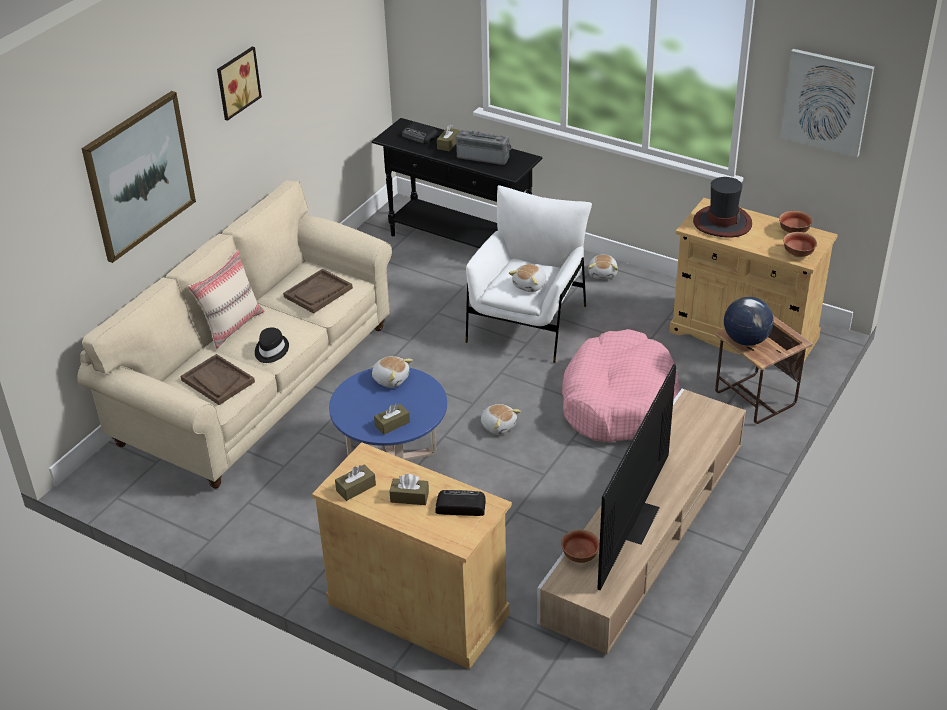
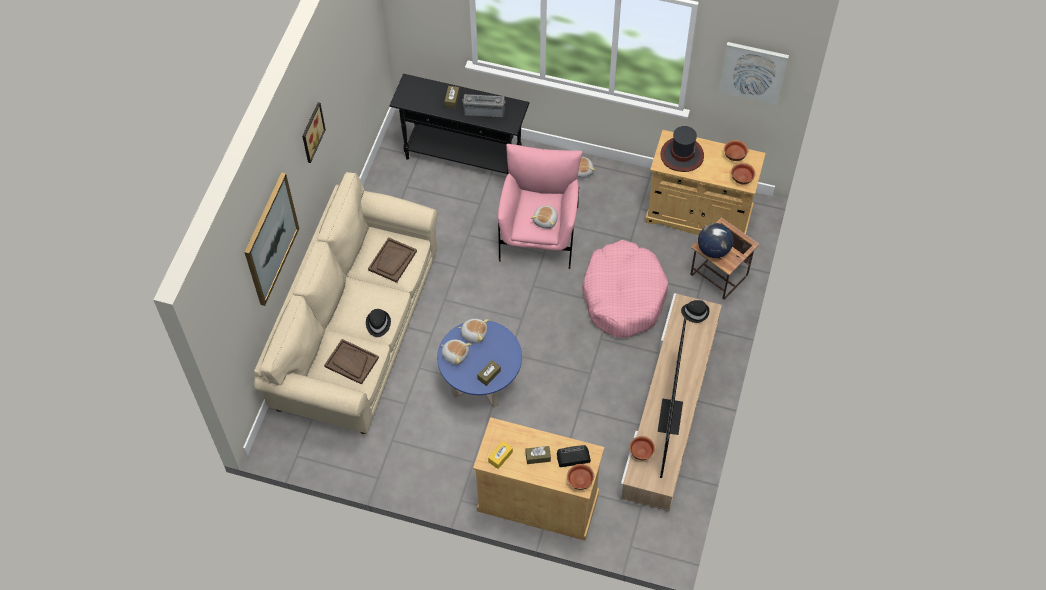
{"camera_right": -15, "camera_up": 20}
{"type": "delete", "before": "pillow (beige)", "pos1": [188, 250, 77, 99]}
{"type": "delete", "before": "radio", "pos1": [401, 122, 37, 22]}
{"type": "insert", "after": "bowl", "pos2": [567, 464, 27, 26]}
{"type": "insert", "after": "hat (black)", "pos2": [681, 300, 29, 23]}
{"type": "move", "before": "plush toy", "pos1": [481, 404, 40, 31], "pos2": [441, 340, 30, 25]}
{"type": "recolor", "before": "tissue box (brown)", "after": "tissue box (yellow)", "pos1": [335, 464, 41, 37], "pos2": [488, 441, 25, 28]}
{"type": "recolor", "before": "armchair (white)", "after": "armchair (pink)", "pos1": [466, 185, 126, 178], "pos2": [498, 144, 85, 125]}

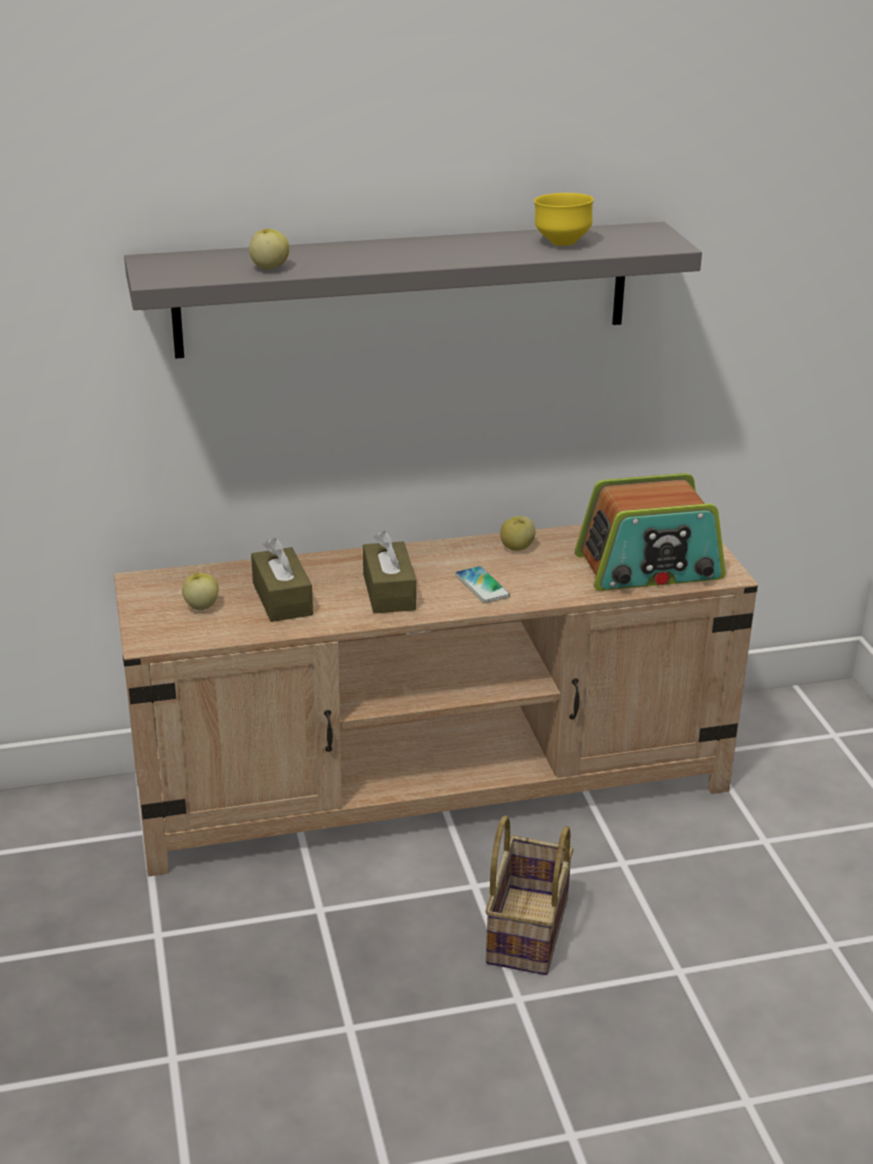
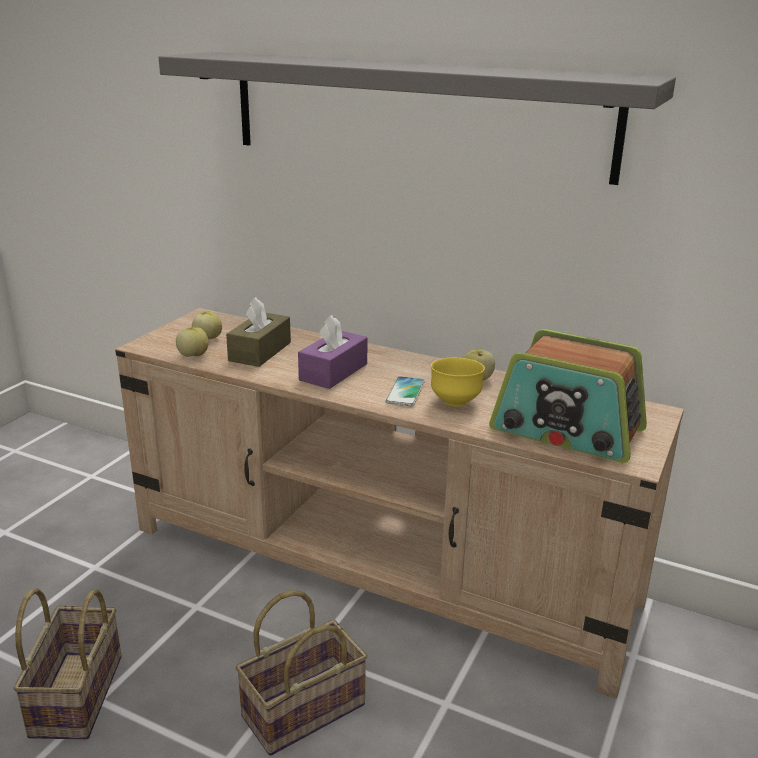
{"camera_right": 40, "camera_up": -5}
{"type": "insert", "after": "basket", "pos2": [14, 588, 108, 151]}
{"type": "move", "before": "apple", "pos1": [249, 229, 40, 41], "pos2": [176, 327, 33, 30]}
{"type": "move", "before": "bowl (yellow)", "pos1": [534, 193, 60, 53], "pos2": [431, 358, 54, 49]}
{"type": "recolor", "before": "tissue box (brown)", "after": "tissue box (purple)", "pos1": [363, 531, 53, 82], "pos2": [298, 315, 70, 74]}

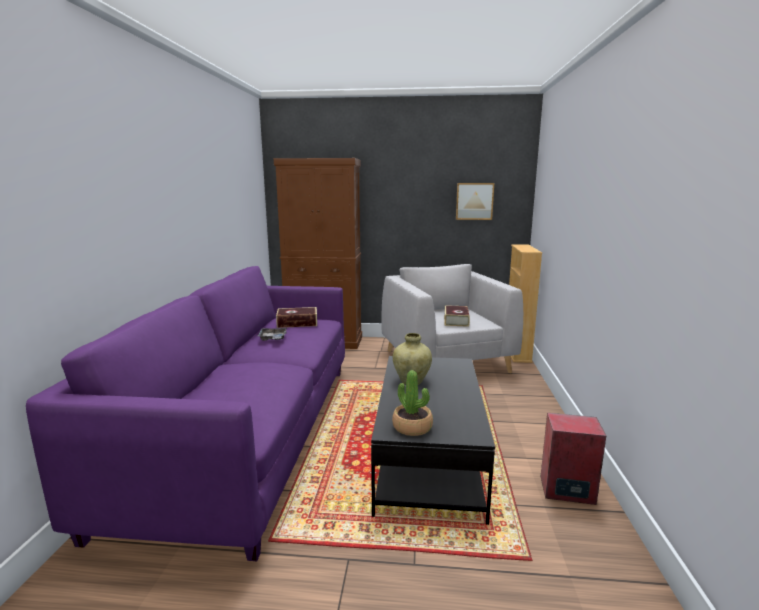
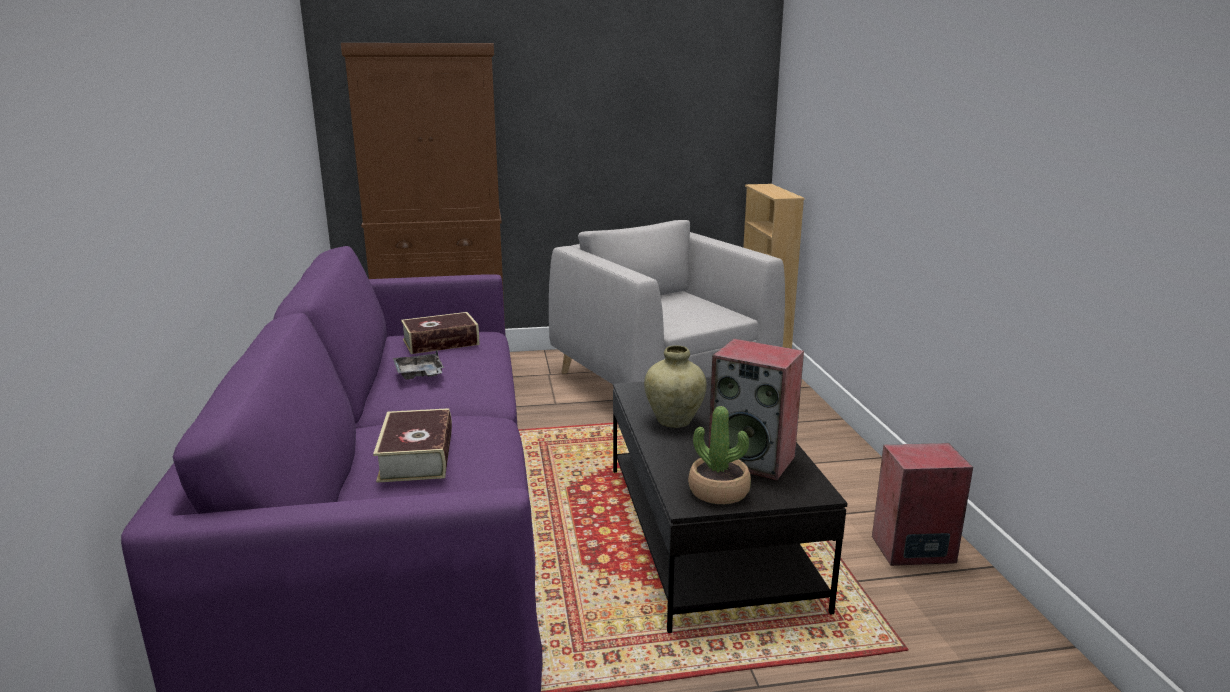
{"camera_right": -15, "camera_up": 5}
{"type": "delete", "before": "picture", "pos1": [456, 183, 38, 37]}
{"type": "insert", "after": "speaker", "pos2": [708, 339, 96, 142]}
{"type": "move", "before": "book", "pos1": [444, 305, 26, 22], "pos2": [373, 408, 79, 75]}

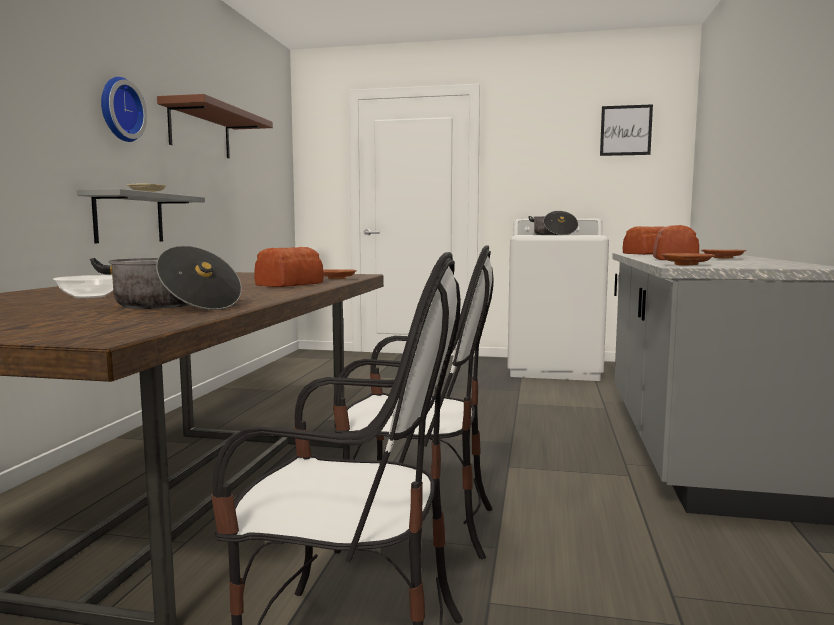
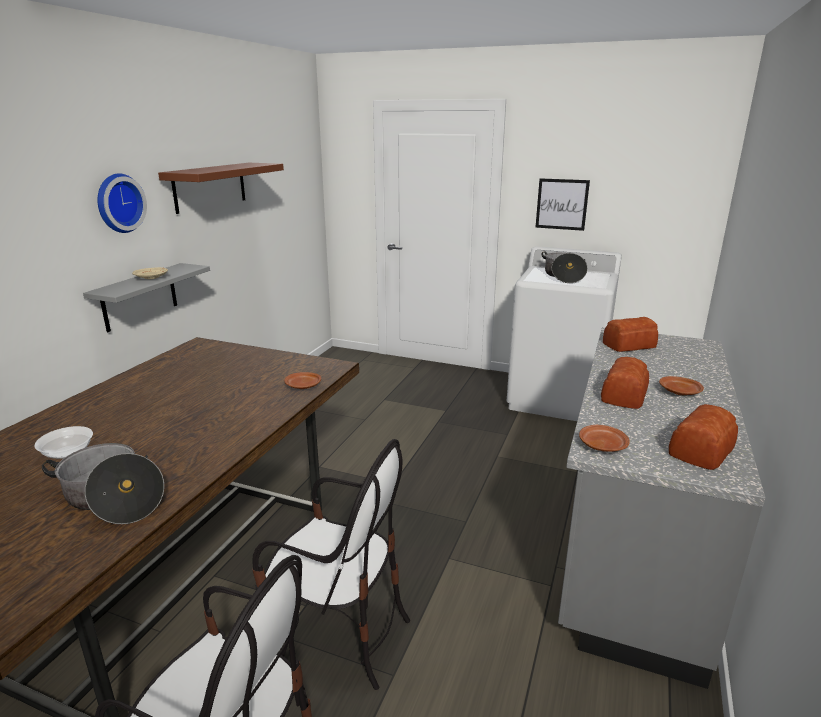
{"camera_right": 10, "camera_up": 15}
{"type": "move", "before": "bread", "pos1": [254, 247, 70, 40], "pos2": [669, 404, 69, 66]}
{"type": "move", "before": "picture", "pos1": [600, 104, 53, 52], "pos2": [535, 178, 55, 53]}

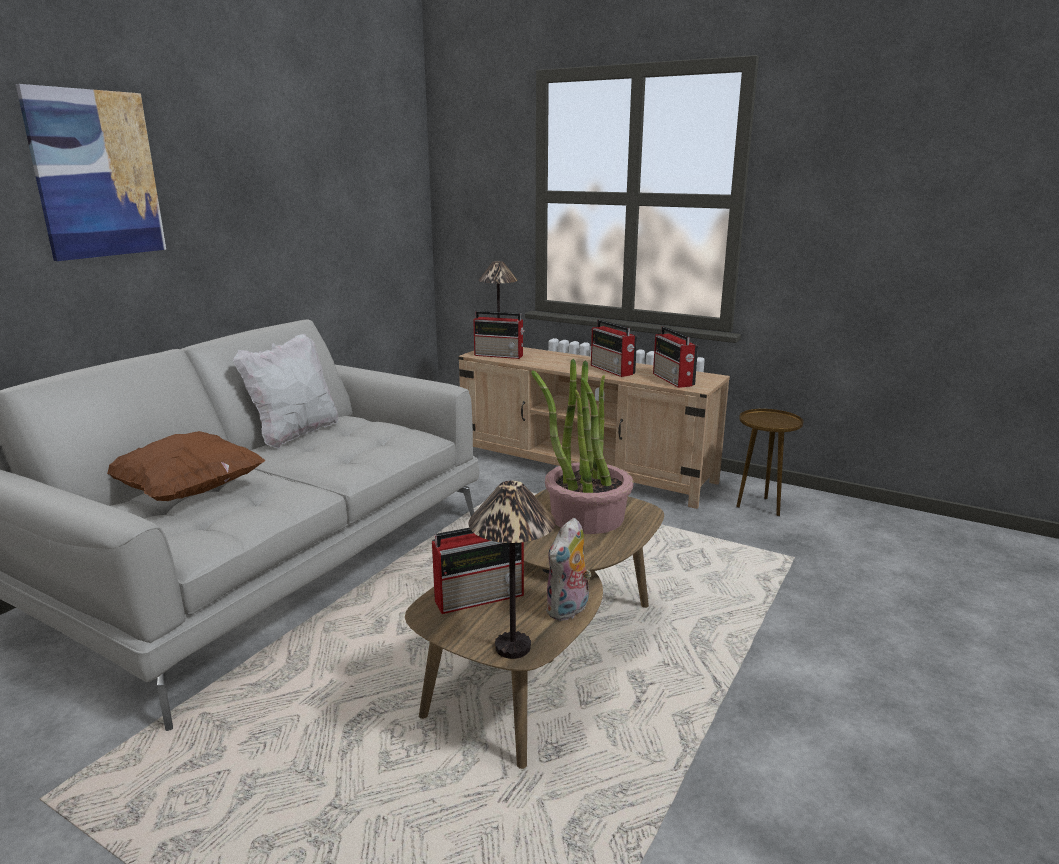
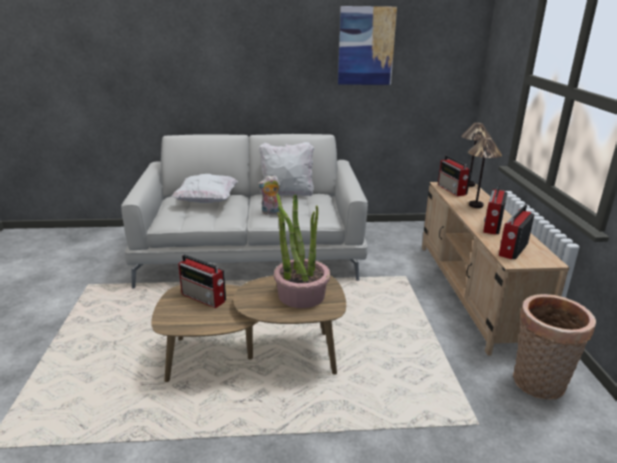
{"camera_right": 55, "camera_up": 5}
{"type": "move", "before": "picture", "pos1": [16, 84, 150, 177], "pos2": [338, 6, 59, 79]}
{"type": "move", "before": "table lamp", "pos1": [468, 481, 88, 178], "pos2": [468, 137, 34, 71]}
{"type": "move", "before": "plush toy", "pos1": [546, 518, 45, 103], "pos2": [258, 175, 24, 41]}
{"type": "replace", "before": "side table (brown)", "after": "basket", "pos1": [736, 409, 67, 107], "pos2": [513, 294, 83, 106]}
{"type": "recolor", "before": "pillow (brown)", "after": "pillow (white)", "pos1": [107, 431, 158, 70], "pos2": [172, 174, 66, 29]}

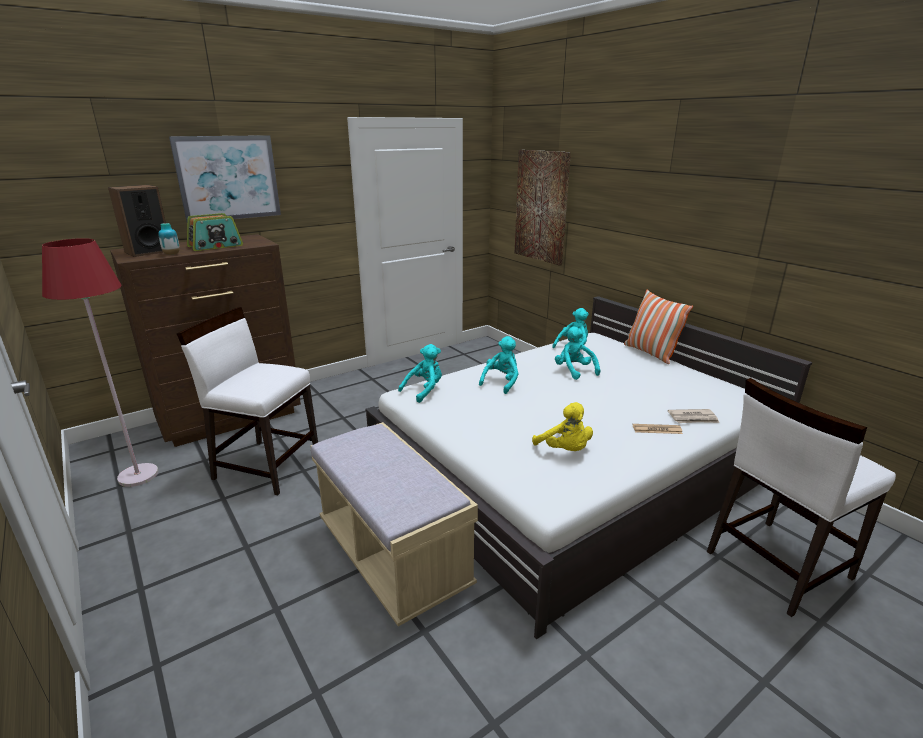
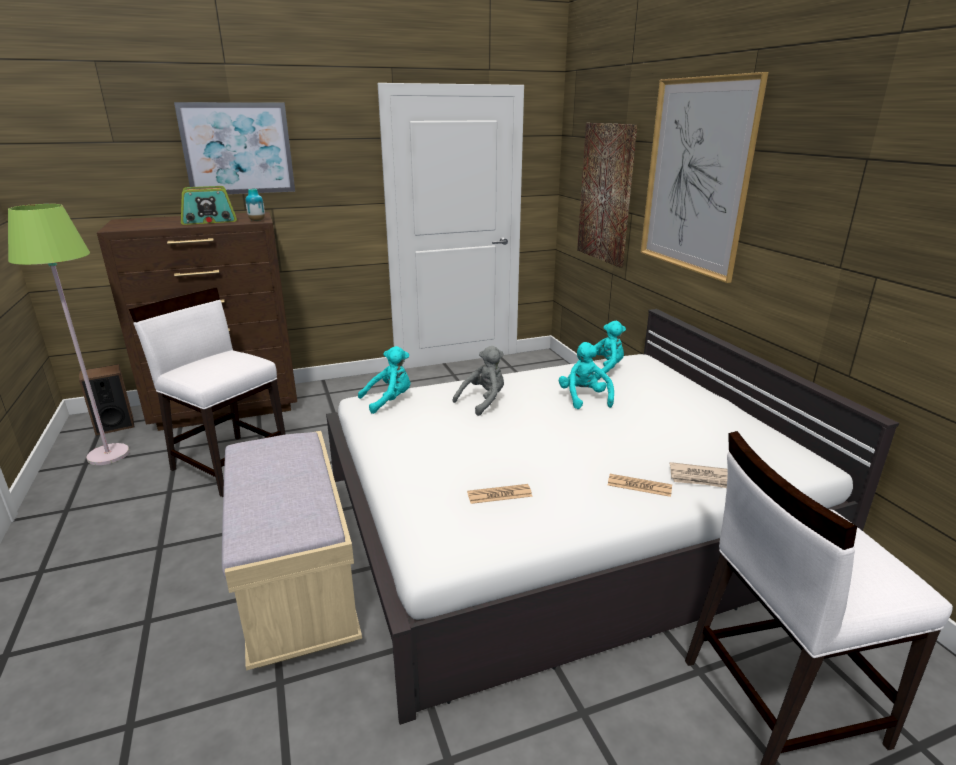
{"camera_right": 15, "camera_up": 0}
{"type": "delete", "before": "pillow", "pos1": [624, 289, 69, 75]}
{"type": "insert", "after": "picture", "pos2": [641, 72, 128, 211]}
{"type": "move", "before": "speaker", "pos1": [108, 185, 58, 72], "pos2": [79, 364, 56, 71]}
{"type": "move", "before": "vase", "pos1": [158, 223, 22, 32], "pos2": [246, 189, 19, 32]}
{"type": "replace", "before": "plush toy (yellow)", "after": "newspaper", "pos1": [532, 402, 61, 49], "pos2": [467, 484, 65, 20]}
{"type": "recolor", "before": "floor lamp (red)", "after": "floor lamp (green)", "pos1": [42, 238, 116, 249], "pos2": [8, 204, 122, 261]}
{"type": "recolor", "before": "plush toy (turquoise)", "after": "plush toy (grey)", "pos1": [479, 336, 39, 58], "pos2": [452, 346, 52, 70]}

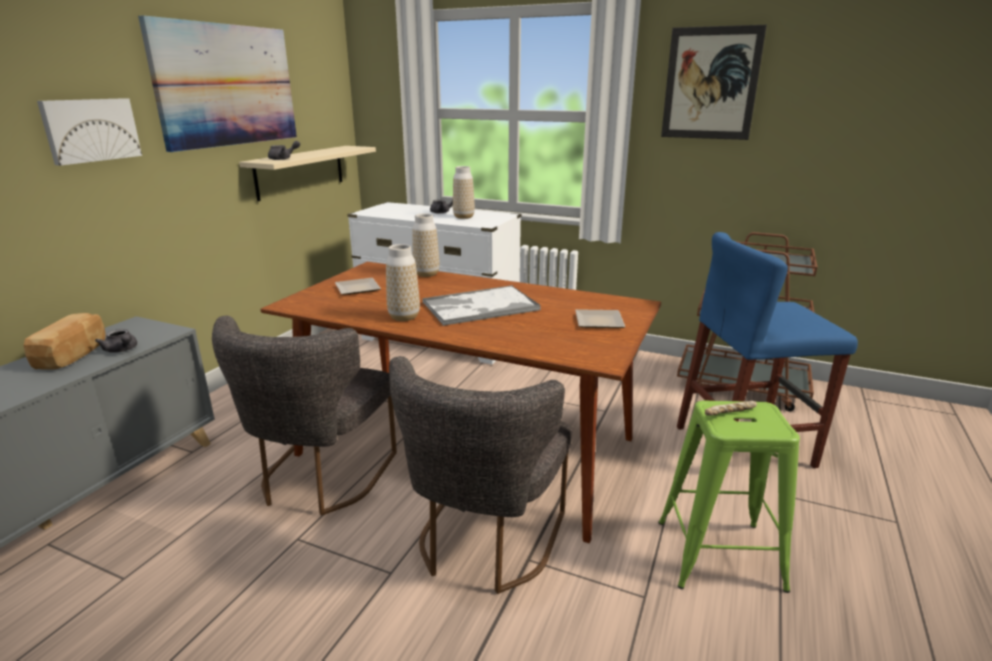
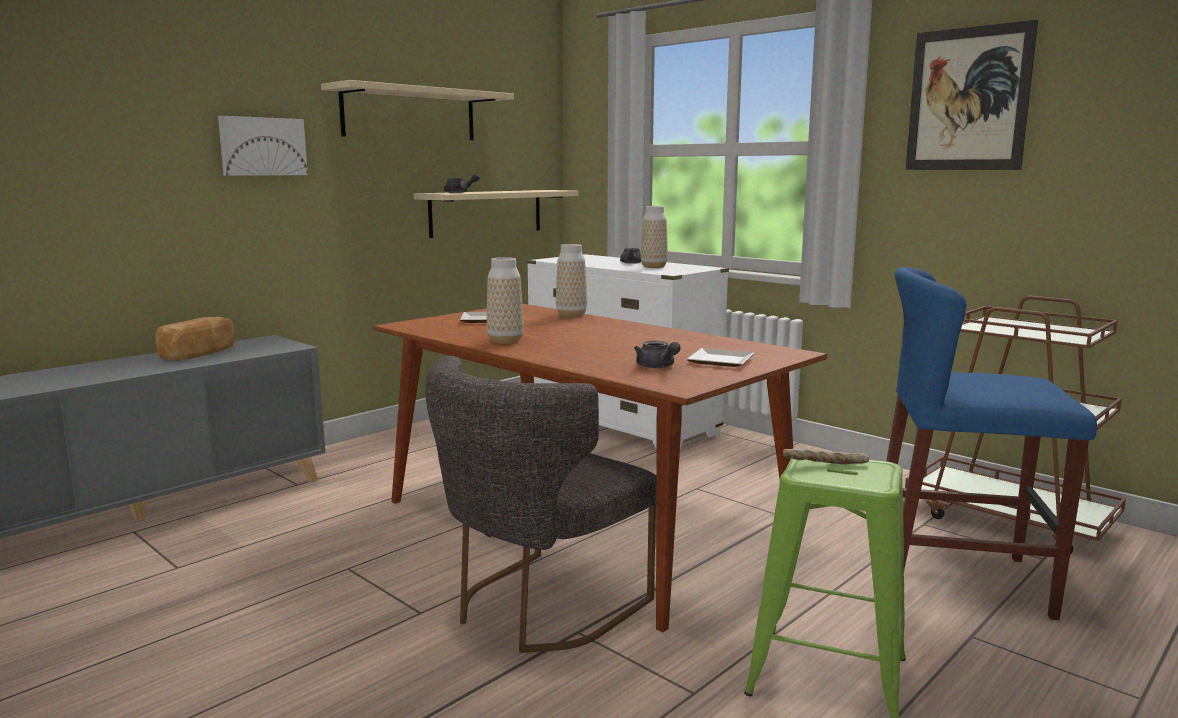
{"camera_right": 20, "camera_up": -10}
{"type": "delete", "before": "chair (grey)", "pos1": [212, 316, 185, 200]}
{"type": "delete", "before": "tray", "pos1": [422, 285, 118, 41]}
{"type": "move", "before": "teapot (grey)", "pos1": [95, 329, 42, 24], "pos2": [634, 341, 47, 27]}
{"type": "replace", "before": "picture", "after": "shelf (beige)", "pos1": [138, 15, 159, 137], "pos2": [321, 80, 193, 60]}

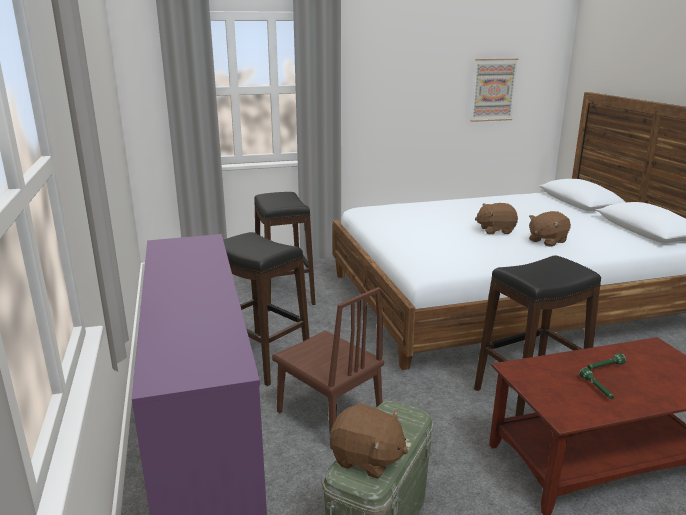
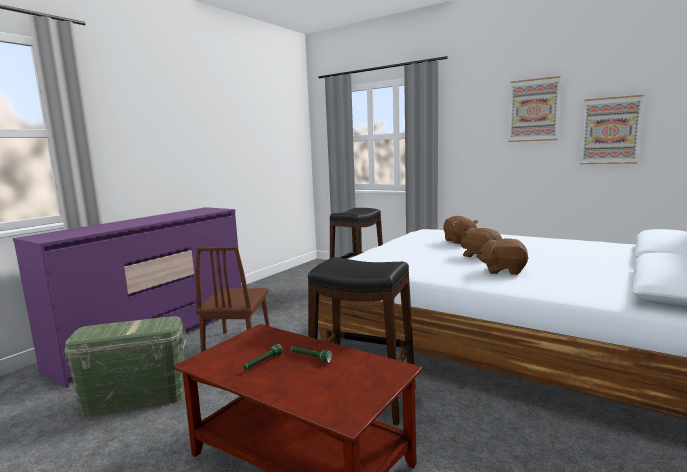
{"camera_right": 50, "camera_up": -10}
{"type": "delete", "before": "stool (black)", "pos1": [223, 232, 86, 154]}
{"type": "insert", "after": "picture", "pos2": [509, 76, 52, 66]}
{"type": "move", "before": "plush toy (brown)", "pos1": [330, 403, 78, 76], "pos2": [443, 216, 35, 28]}

